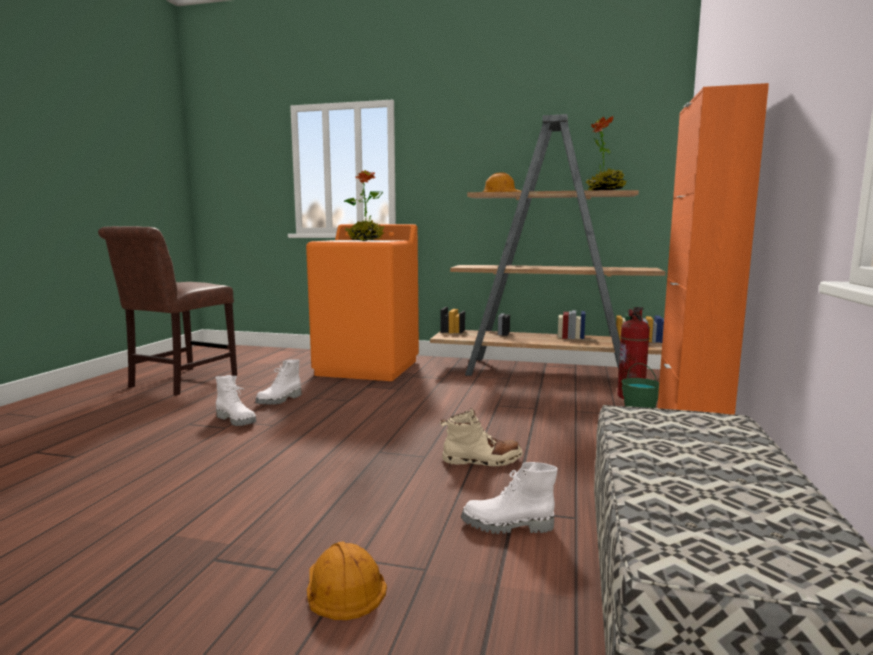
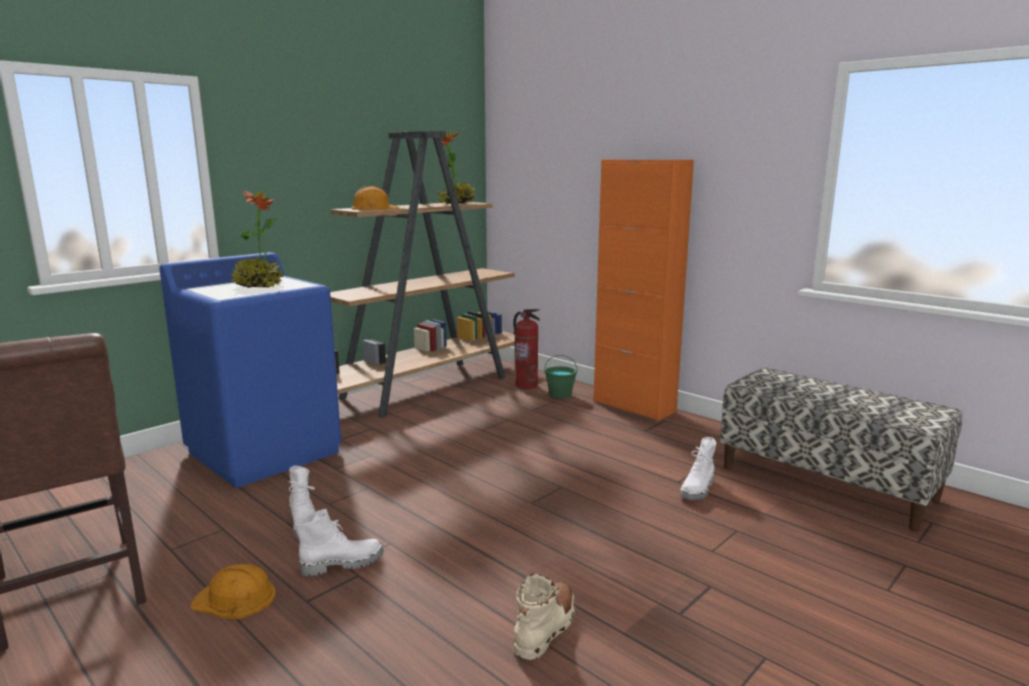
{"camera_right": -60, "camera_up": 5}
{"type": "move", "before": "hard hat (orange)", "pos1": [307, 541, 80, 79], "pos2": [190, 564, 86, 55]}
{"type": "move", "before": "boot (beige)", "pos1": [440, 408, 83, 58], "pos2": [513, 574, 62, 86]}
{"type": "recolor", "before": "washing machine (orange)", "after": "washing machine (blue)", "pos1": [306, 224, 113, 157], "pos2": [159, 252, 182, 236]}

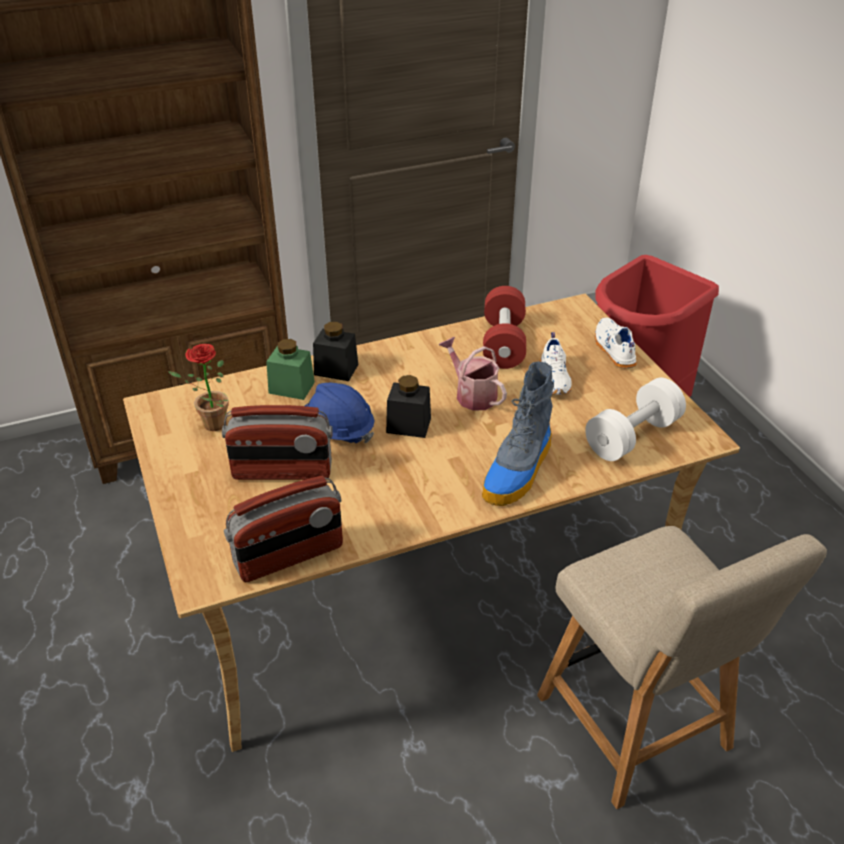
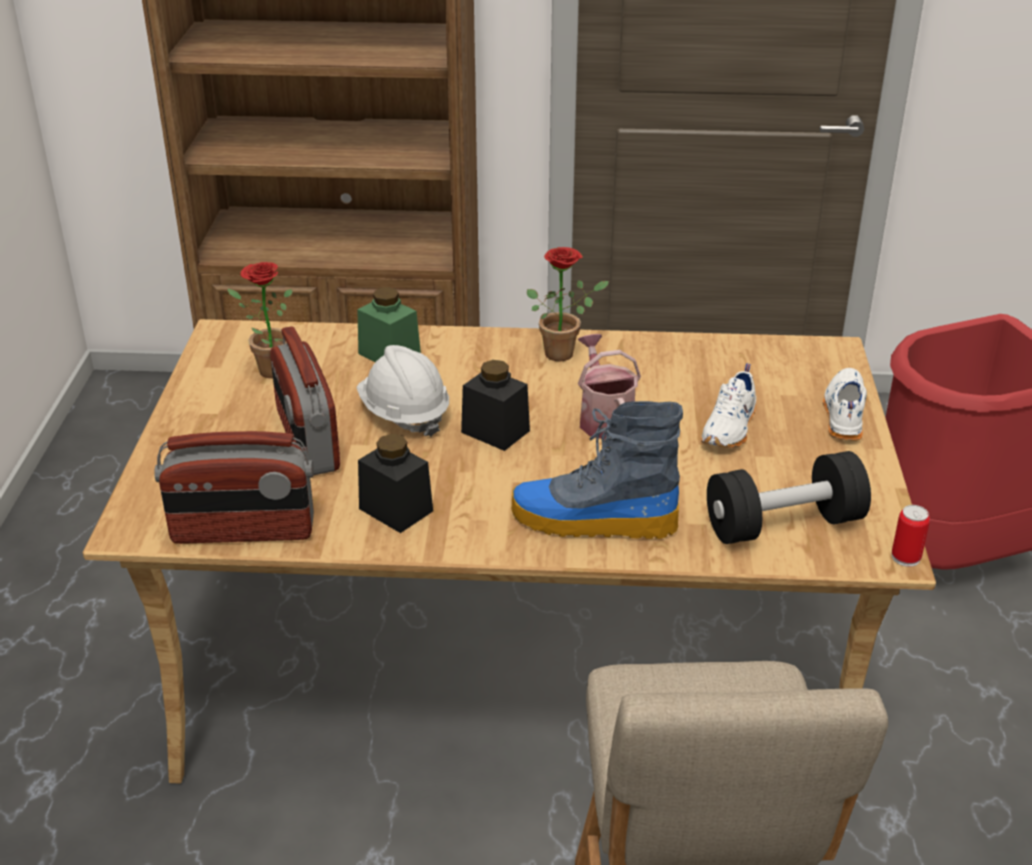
{"camera_right": 25, "camera_up": -5}
{"type": "delete", "before": "dumbbell (red)", "pos1": [483, 286, 43, 83]}
{"type": "insert", "after": "potted plant", "pos2": [527, 247, 82, 115]}
{"type": "insert", "after": "can", "pos2": [892, 505, 38, 62]}
{"type": "move", "before": "jar (black)", "pos1": [313, 322, 45, 59], "pos2": [358, 434, 75, 99]}
{"type": "recolor", "before": "hard hat (blue)", "after": "hard hat (white)", "pos1": [305, 383, 69, 60], "pos2": [356, 345, 93, 92]}
{"type": "recolor", "before": "dumbbell (white)", "after": "dumbbell (black)", "pos1": [585, 378, 101, 83], "pos2": [707, 451, 164, 93]}
{"type": "rotate", "before": "radio", "pos1": [222, 405, 111, 75], "pos2": [270, 327, 70, 149], "turn": 45}
{"type": "rotate", "before": "boot", "pos1": [482, 361, 72, 145], "pos2": [511, 401, 172, 138], "turn": 45}

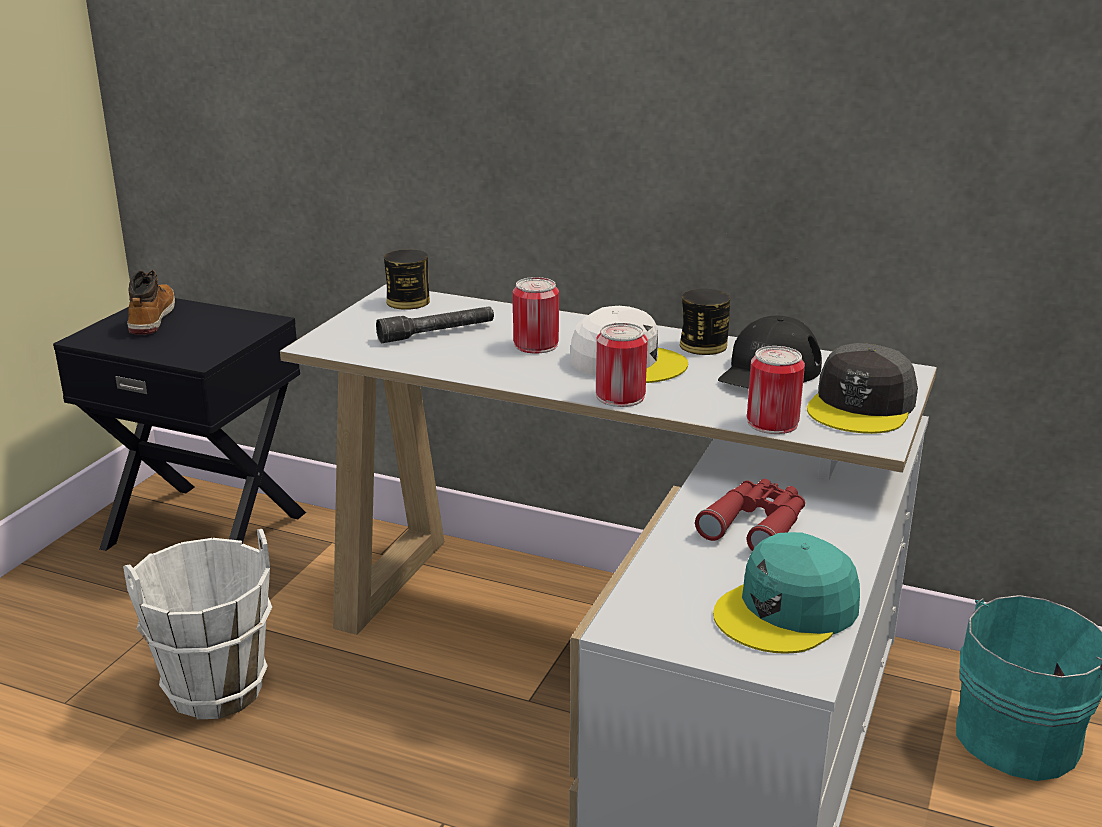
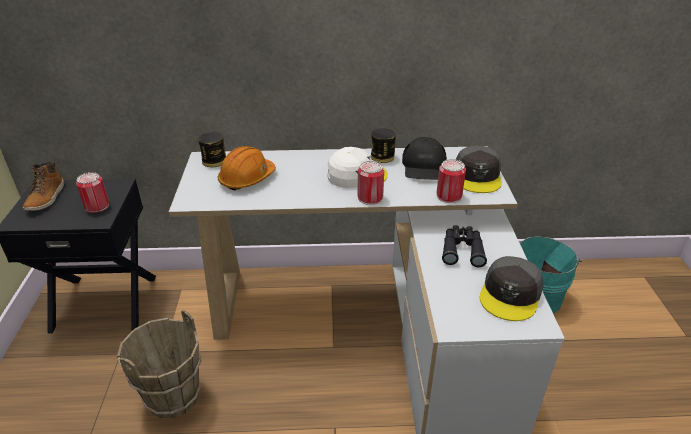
{"camera_right": -25, "camera_up": 10}
{"type": "move", "before": "can", "pos1": [513, 277, 46, 77], "pos2": [76, 172, 33, 41]}
{"type": "replace", "before": "flashlight (grey)", "after": "hard hat (orange)", "pos1": [376, 306, 118, 37], "pos2": [218, 146, 58, 45]}
{"type": "recolor", "before": "bucket (white)", "after": "bucket (brown)", "pos1": [123, 529, 149, 190], "pos2": [117, 310, 85, 108]}
{"type": "recolor", "before": "binoculars (red)", "after": "binoculars (black)", "pos1": [695, 479, 110, 72], "pos2": [442, 225, 45, 42]}
{"type": "recolor", "before": "cap (turquoise)", "after": "cap (grey)", "pos1": [713, 532, 147, 122], "pos2": [479, 256, 65, 65]}
{"type": "rotate", "before": "boot", "pos1": [127, 270, 48, 65], "pos2": [23, 162, 42, 49], "turn": -150}

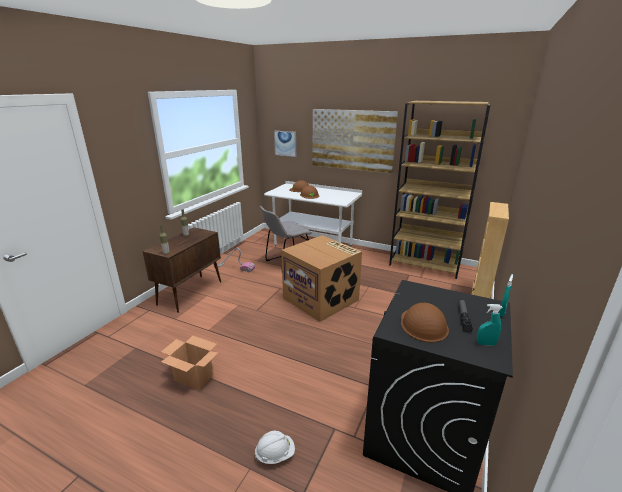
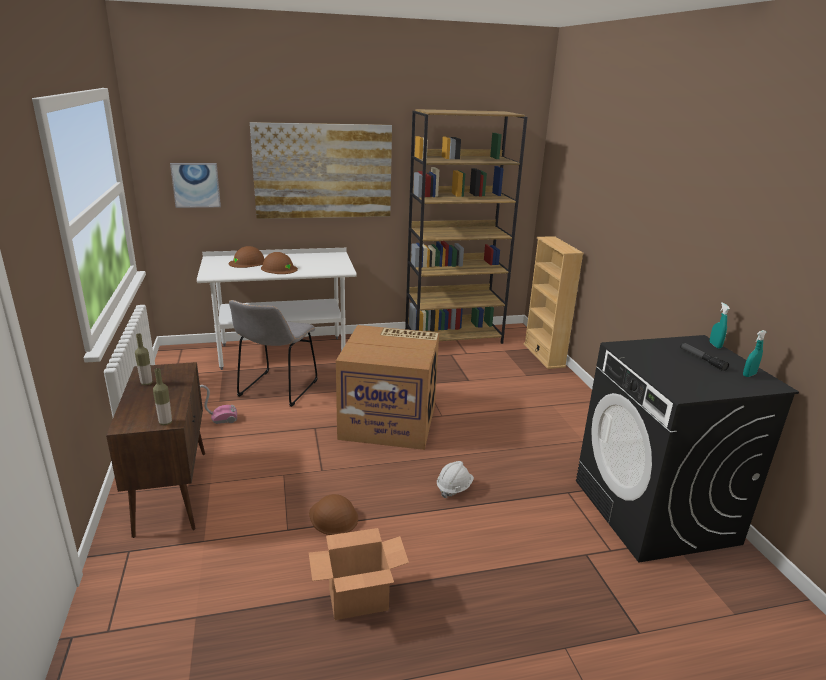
{"camera_right": -40, "camera_up": 0}
{"type": "move", "before": "hard hat (white)", "pos1": [255, 431, 40, 33], "pos2": [437, 461, 37, 37]}
{"type": "move", "before": "hard hat (brown)", "pos1": [401, 303, 48, 40], "pos2": [309, 494, 49, 41]}

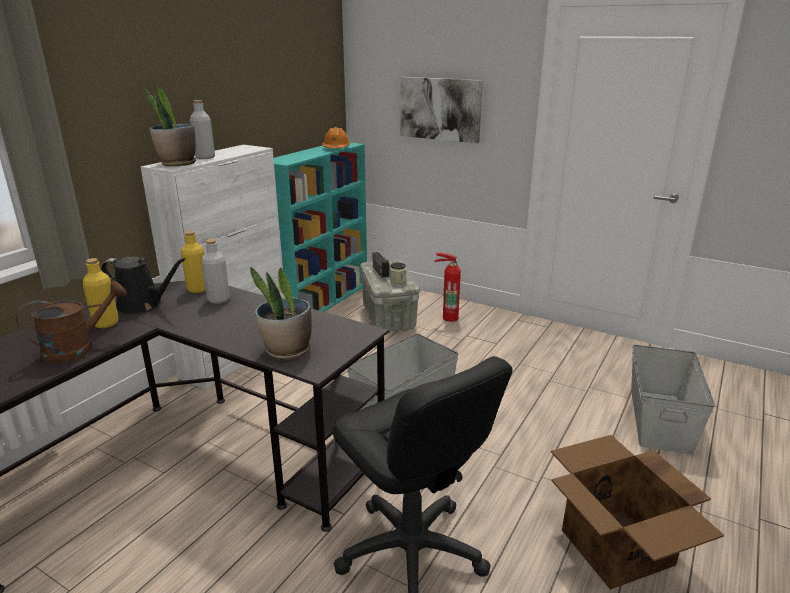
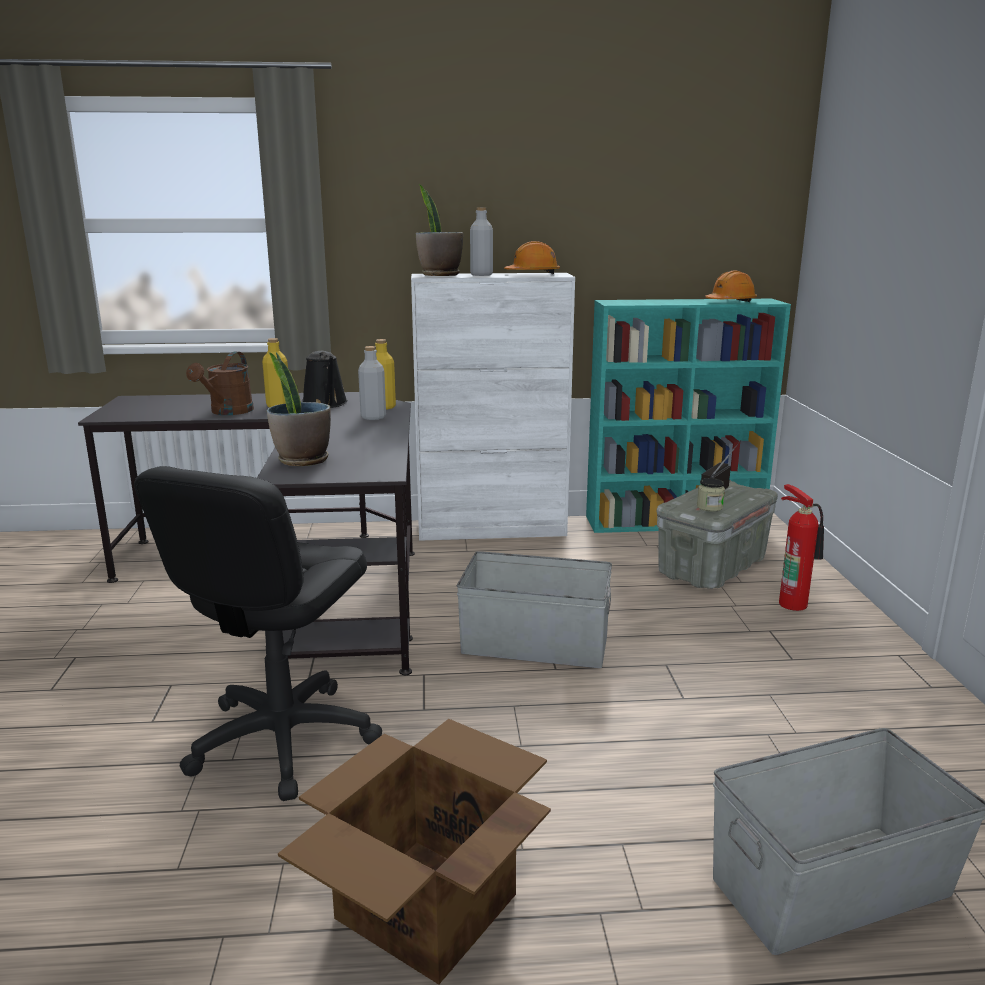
{"camera_right": 55, "camera_up": -5}
{"type": "delete", "before": "picture", "pos1": [400, 77, 83, 66]}
{"type": "insert", "after": "hard hat (orange)", "pos2": [504, 241, 56, 33]}
{"type": "rotate", "before": "watering can (brown)", "pos1": [16, 281, 111, 82], "pos2": [186, 352, 68, 63], "turn": 90}

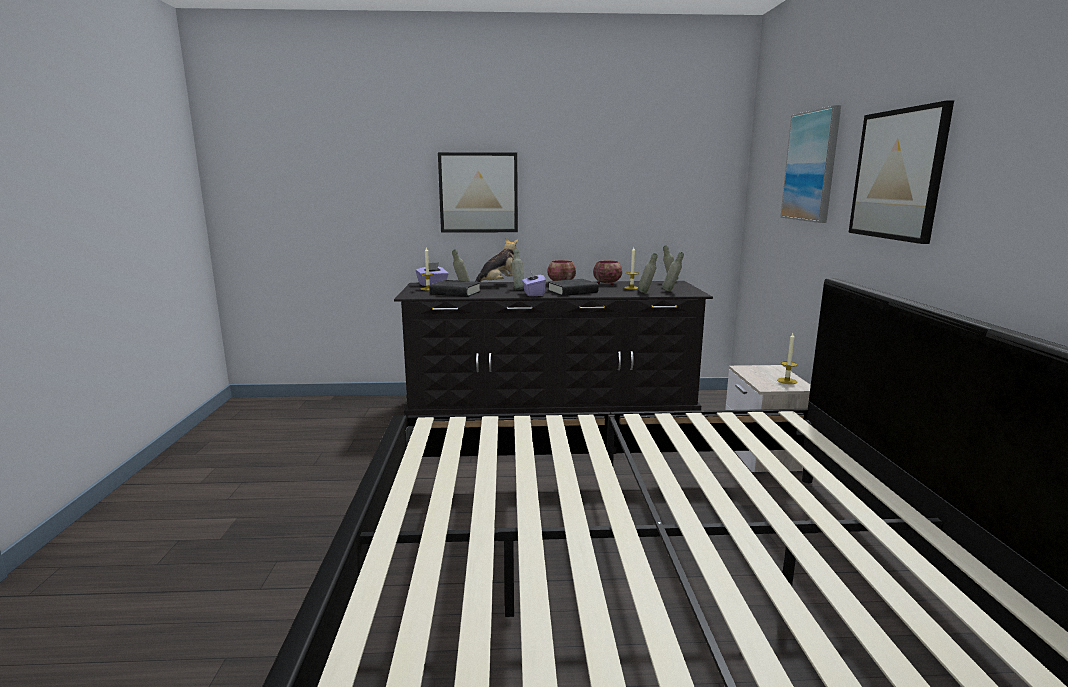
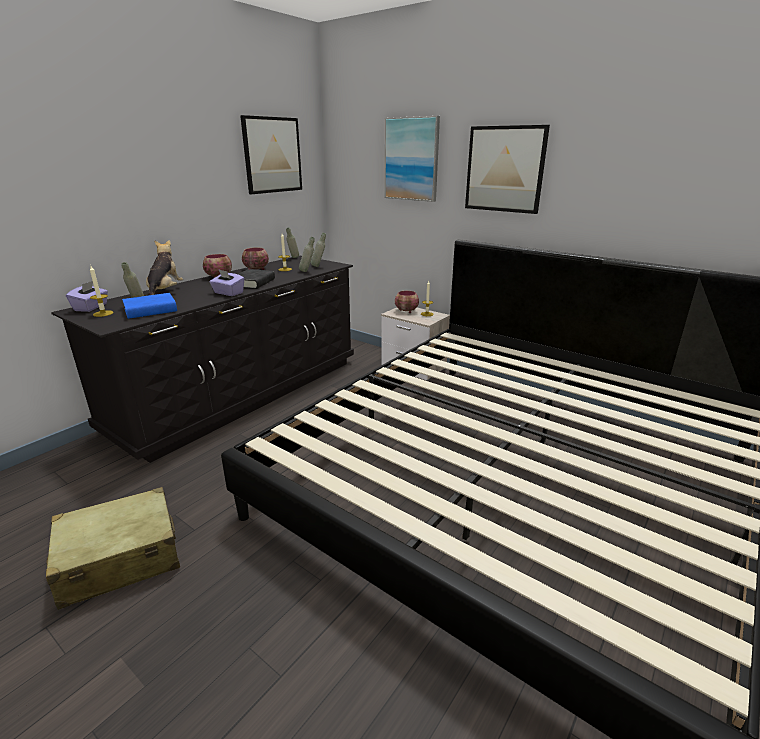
{"camera_right": -50, "camera_up": 10}
{"type": "delete", "before": "bottle (grey)", "pos1": [512, 249, 12, 41]}
{"type": "insert", "after": "suitcase (beige)", "pos2": [46, 487, 134, 123]}
{"type": "insert", "after": "bowl", "pos2": [395, 291, 24, 22]}
{"type": "move", "before": "picture", "pos1": [438, 152, 80, 81], "pos2": [240, 115, 62, 79]}
{"type": "recolor", "before": "book (black)", "after": "book (blue)", "pos1": [430, 280, 51, 17], "pos2": [122, 293, 55, 26]}

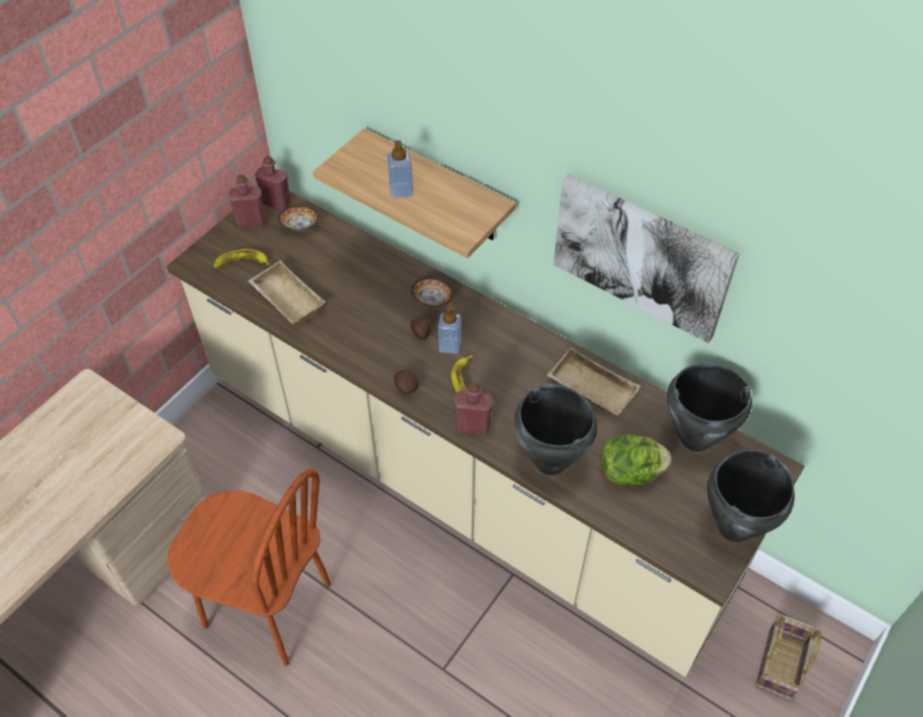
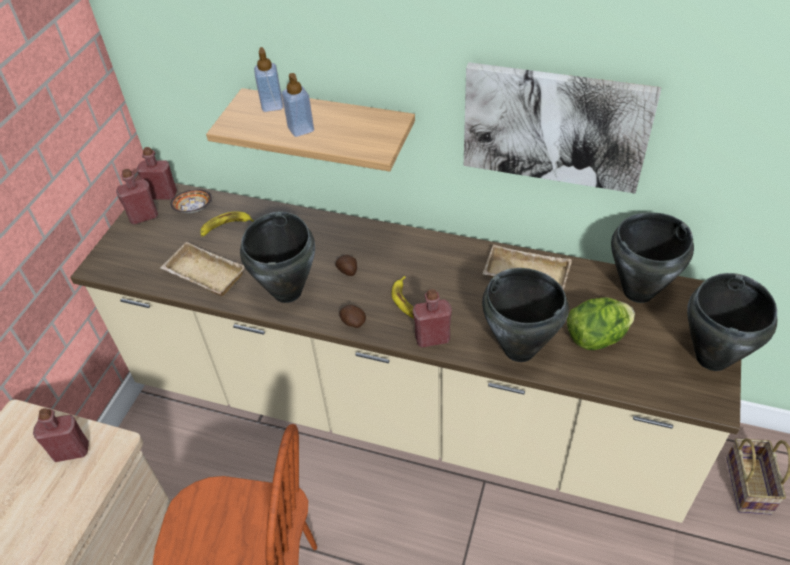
{"camera_right": -15, "camera_up": -5}
{"type": "delete", "before": "bowl", "pos1": [411, 277, 43, 30]}
{"type": "insert", "after": "bottle (red)", "pos2": [33, 408, 56, 54]}
{"type": "insert", "after": "cooking pot (black)", "pos2": [240, 212, 75, 91]}
{"type": "move", "before": "banana", "pos1": [214, 249, 56, 19], "pos2": [200, 212, 55, 25]}
{"type": "move", "before": "soap dispenser", "pos1": [438, 302, 23, 52], "pos2": [254, 47, 29, 65]}

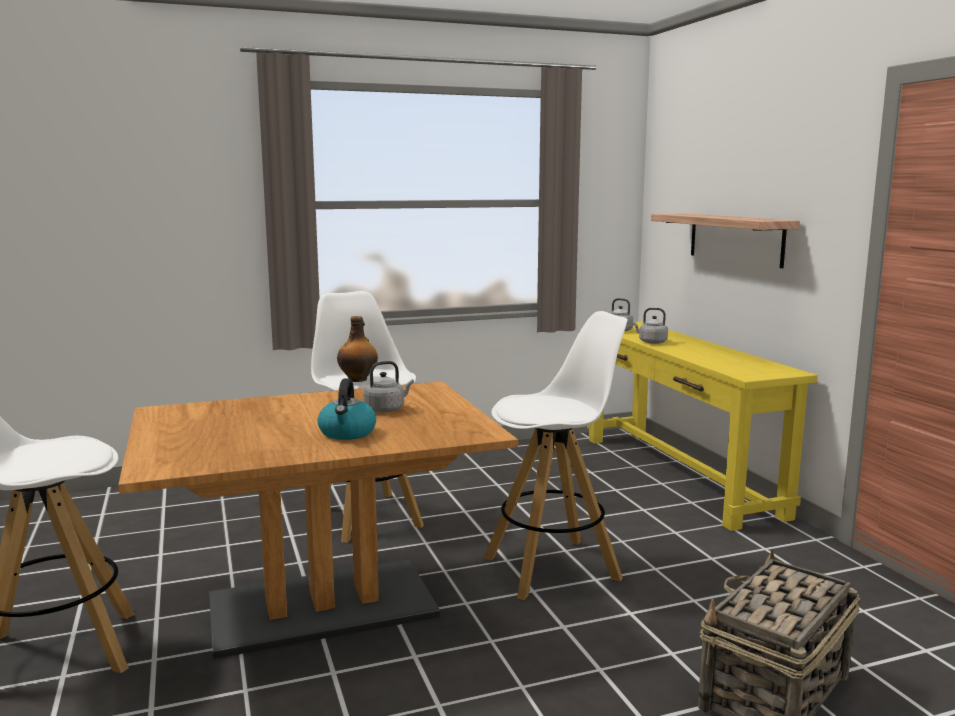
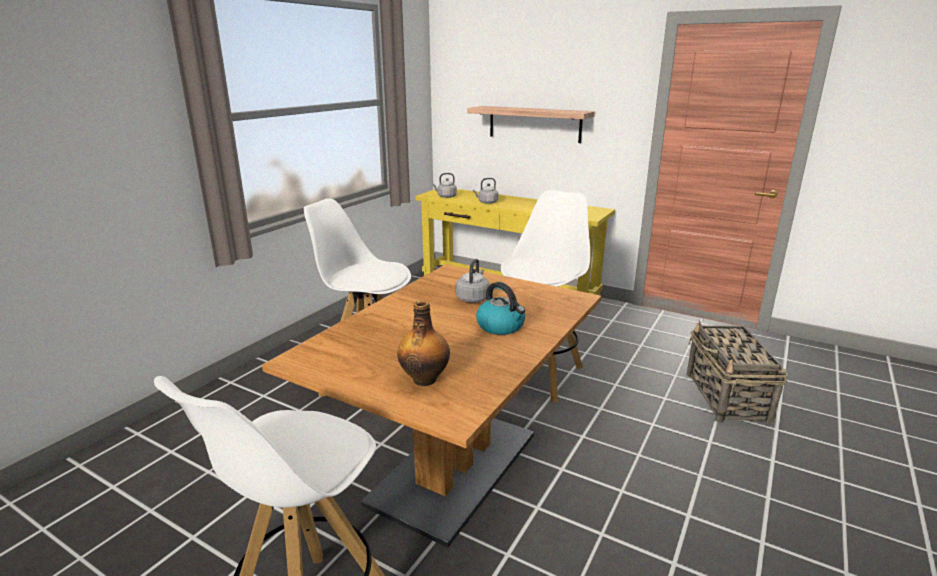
{"camera_right": -40, "camera_up": 10}
{"type": "move", "before": "bottle", "pos1": [337, 316, 41, 66], "pos2": [397, 300, 53, 86]}

